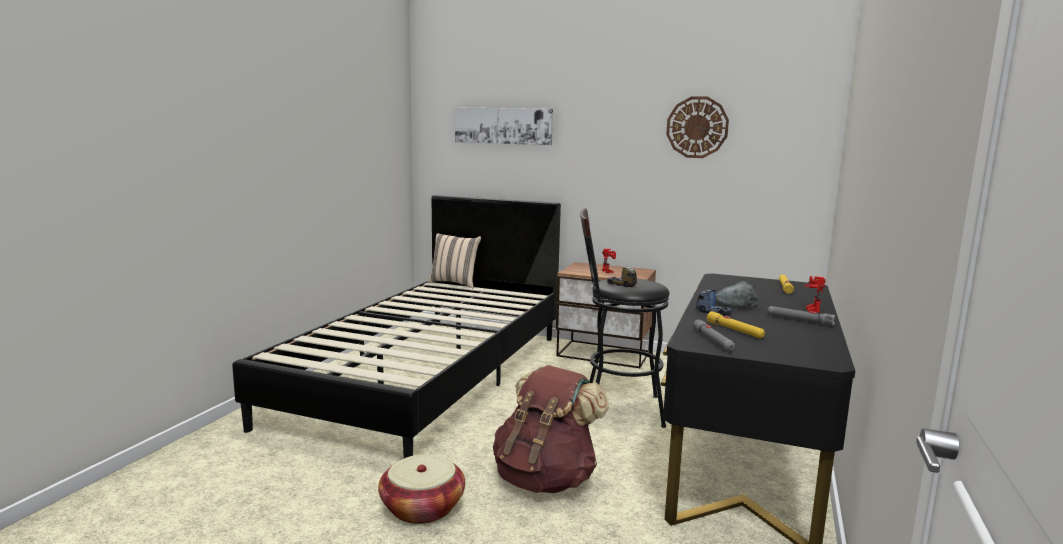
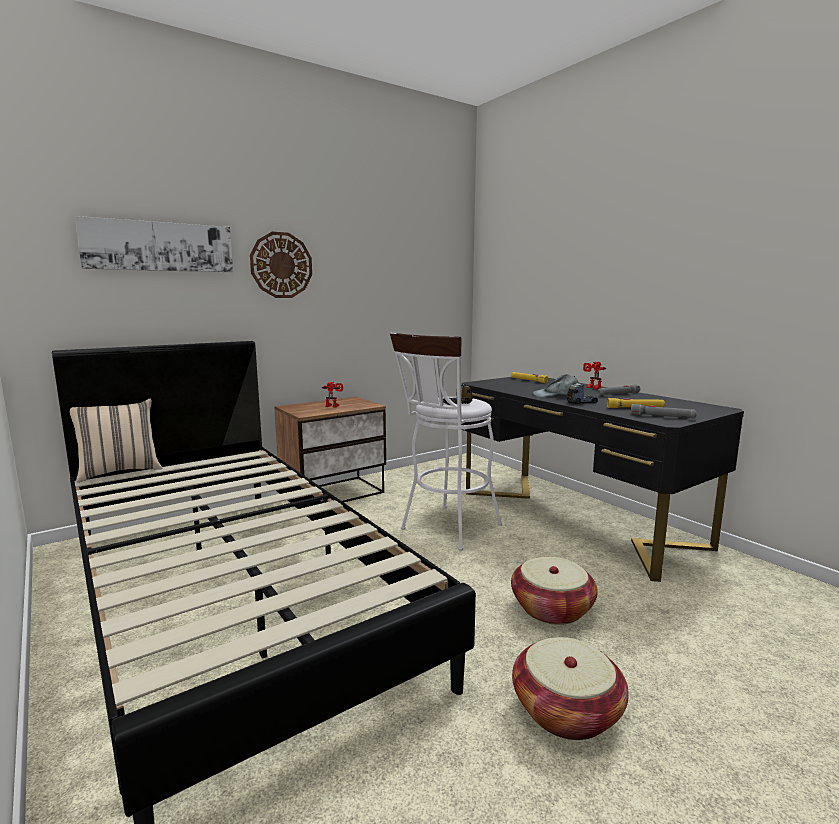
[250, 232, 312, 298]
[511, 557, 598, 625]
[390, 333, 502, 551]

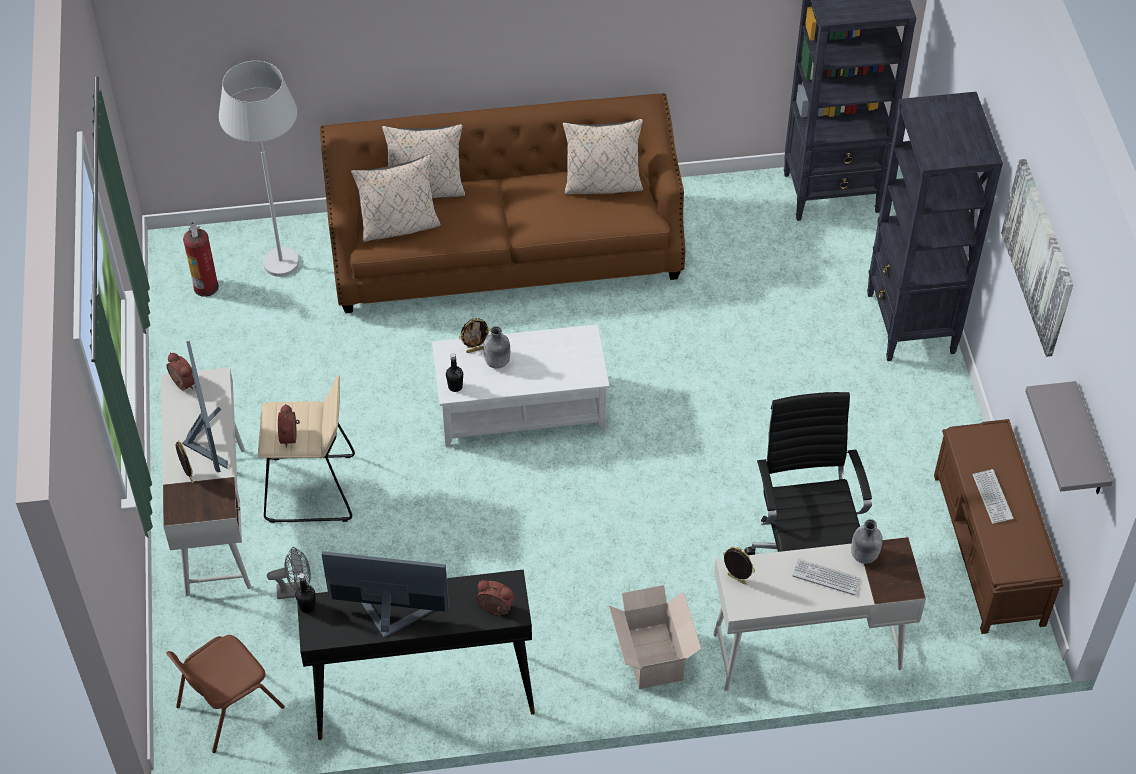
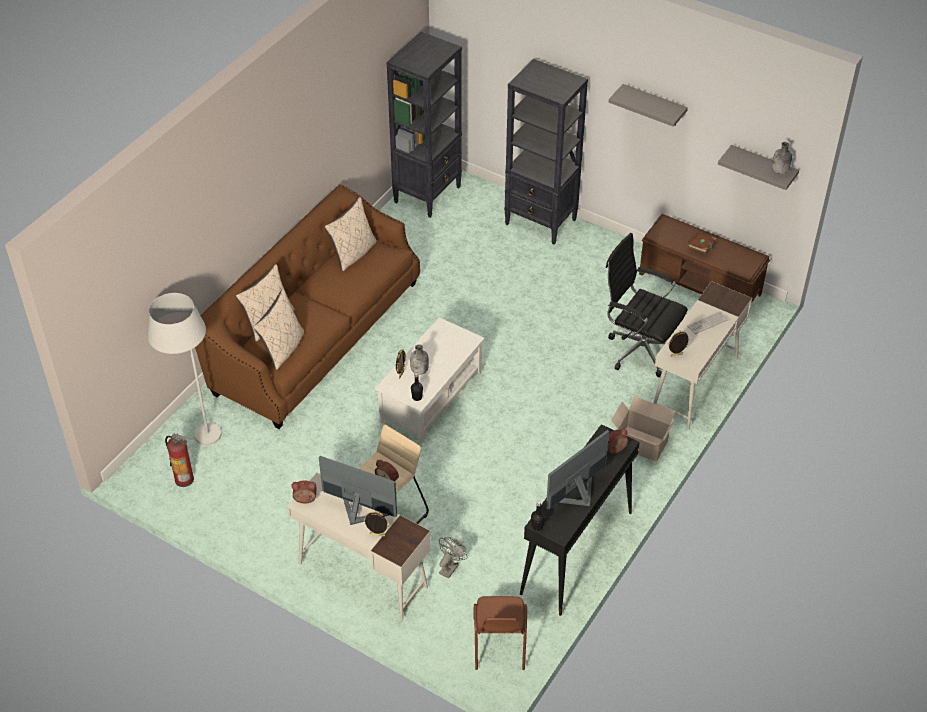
[772, 142, 792, 174]
[686, 232, 717, 254]
[609, 84, 688, 127]

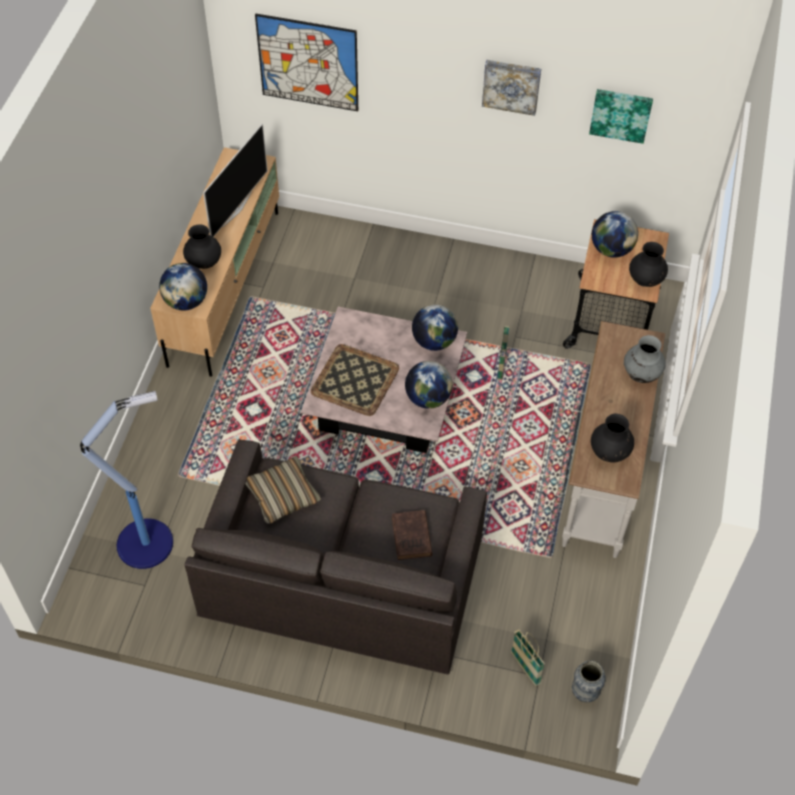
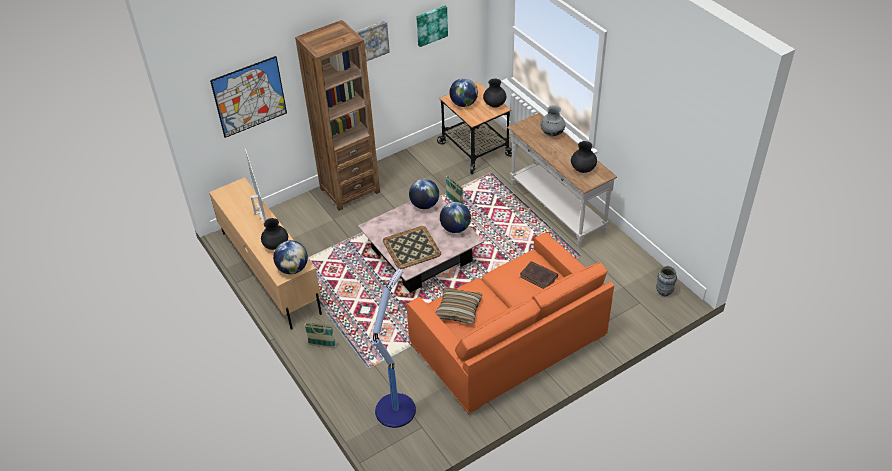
[295, 20, 380, 211]
[304, 315, 336, 348]
[406, 232, 614, 414]

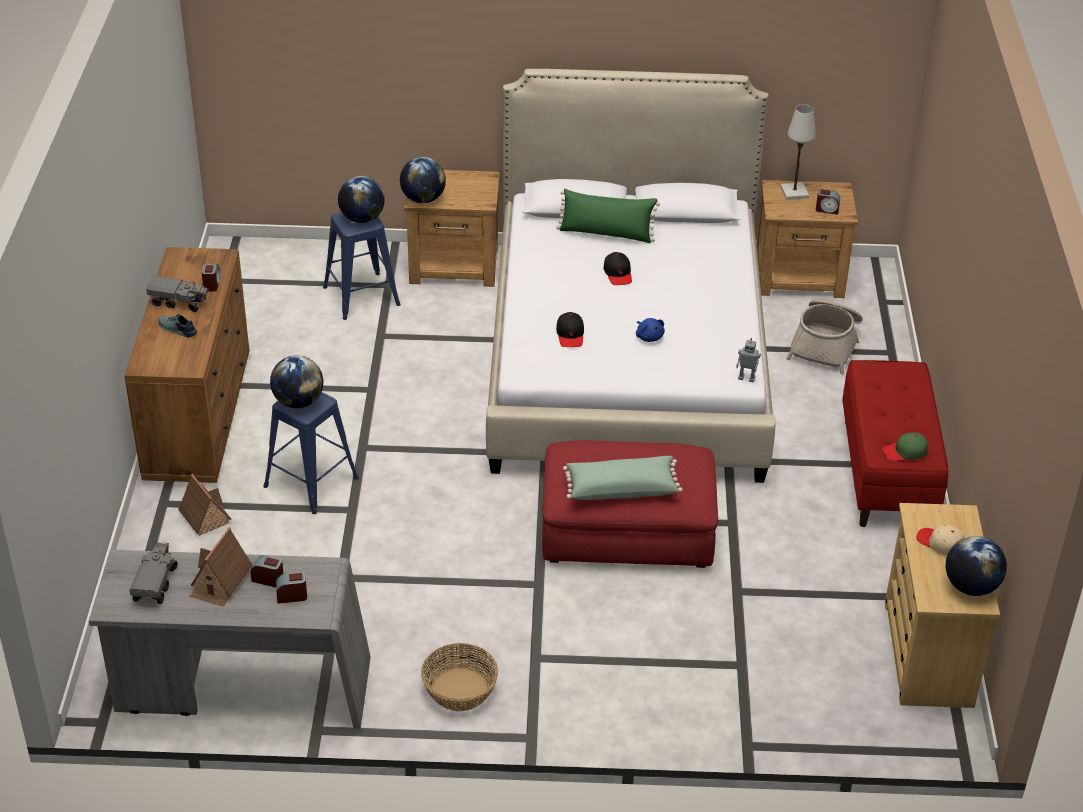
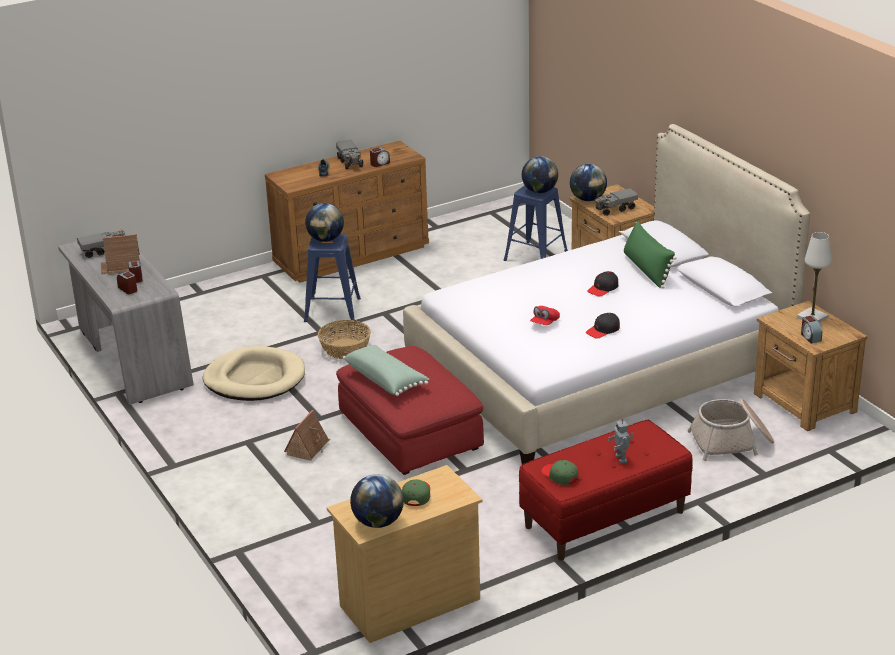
[203, 346, 305, 401]
[594, 188, 638, 216]
[284, 410, 330, 461]
[318, 320, 371, 359]
[586, 313, 620, 339]
[608, 419, 634, 464]
[530, 306, 560, 325]
[402, 479, 430, 506]

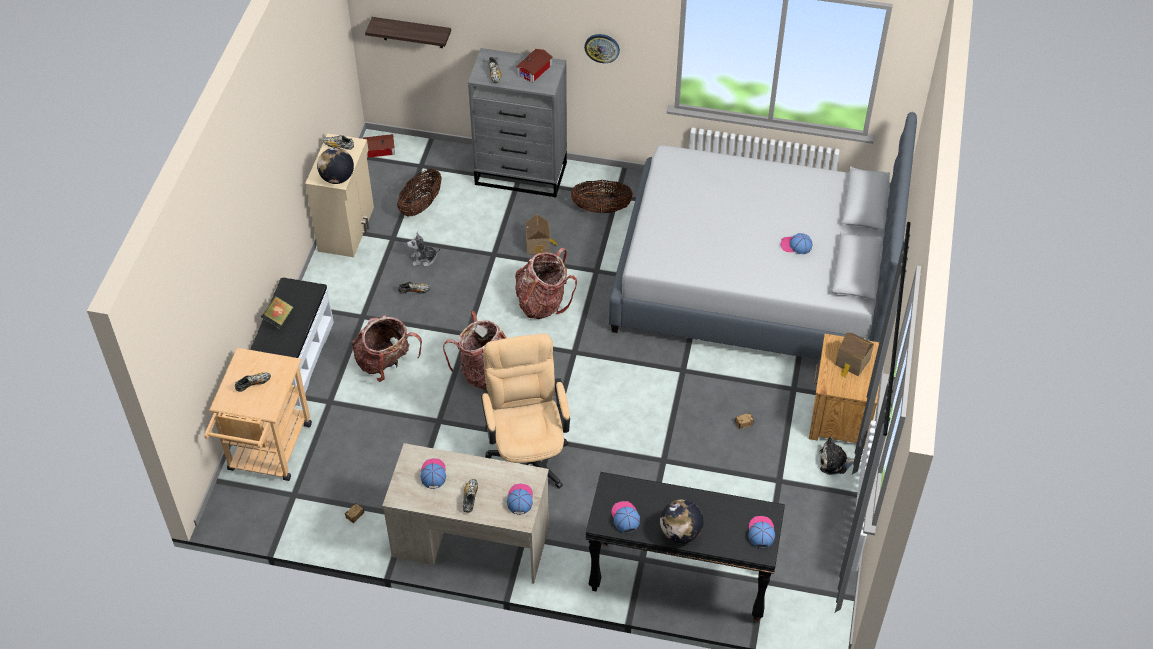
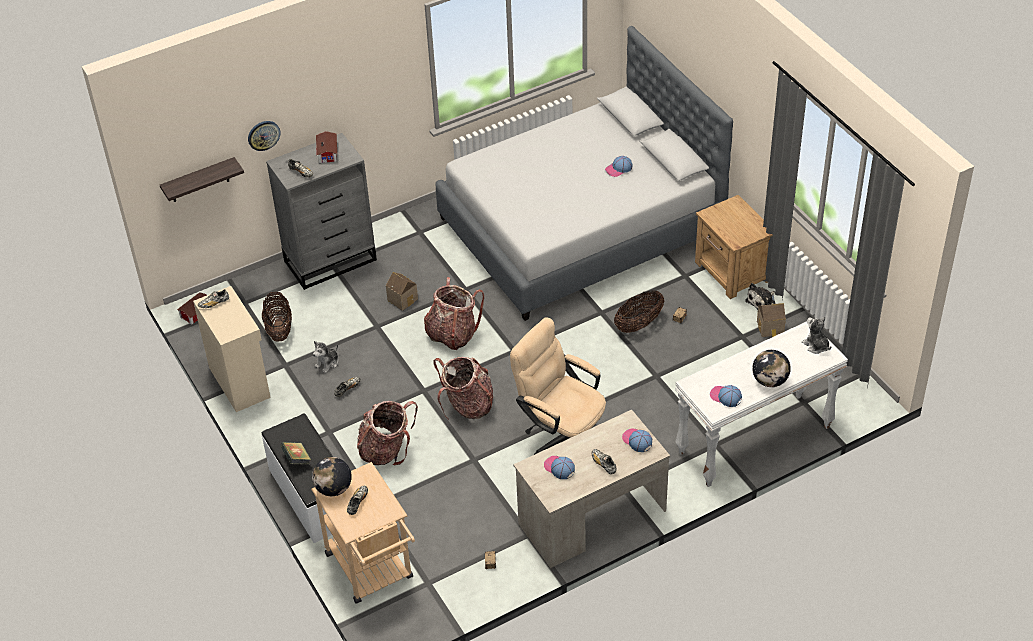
[312, 457, 352, 496]
[614, 290, 664, 333]
[248, 121, 281, 151]
[757, 303, 786, 337]
[802, 317, 831, 354]
[675, 321, 848, 487]

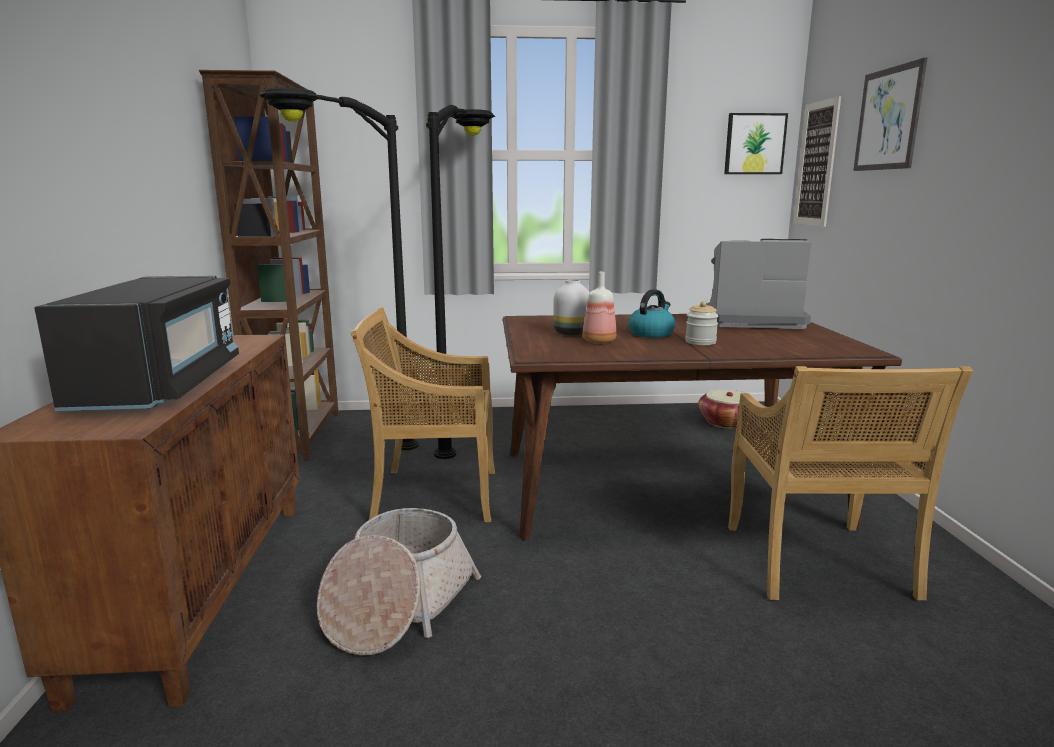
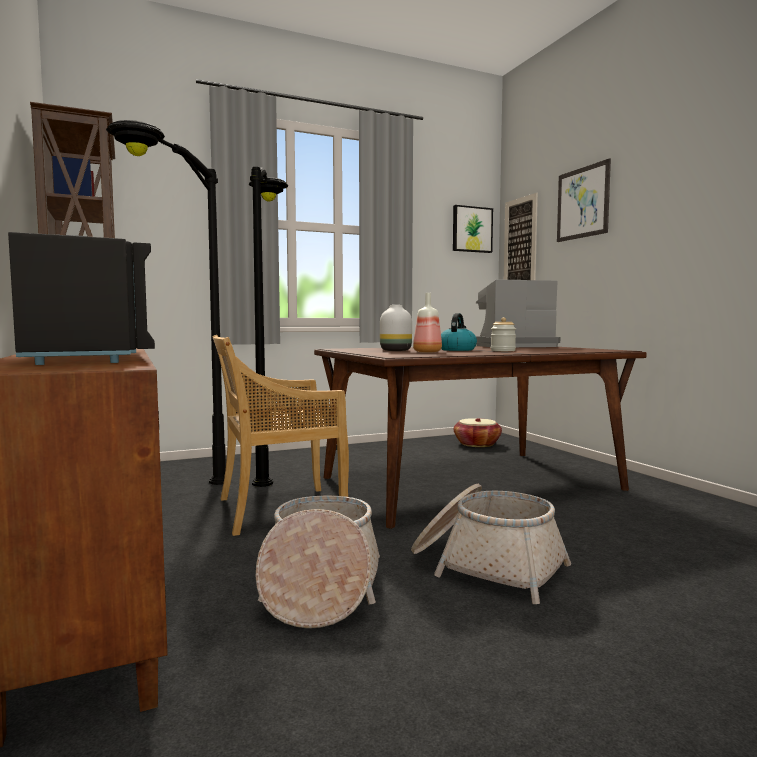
[728, 366, 973, 600] (first image)
[411, 484, 571, 604]

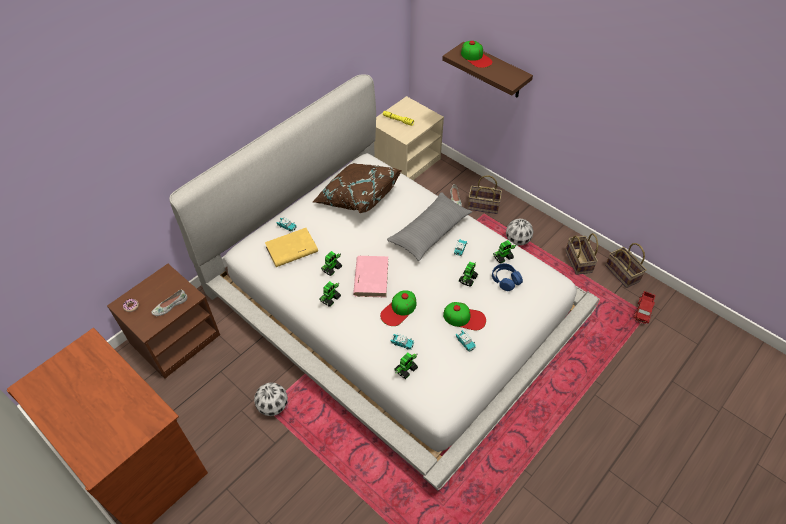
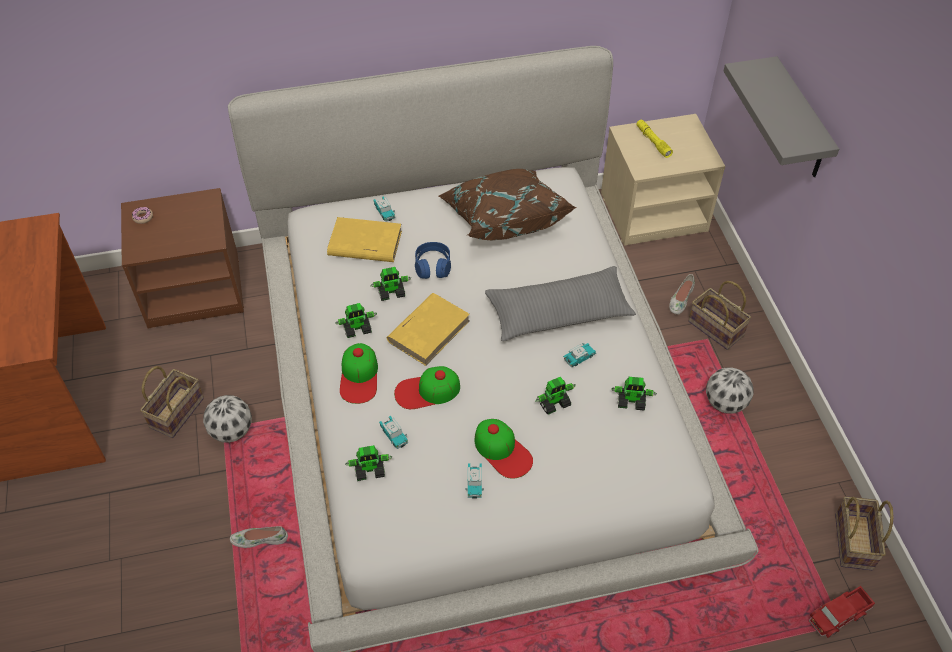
[230, 526, 288, 548]
[340, 343, 378, 404]
[415, 242, 451, 279]
[140, 366, 204, 438]
[387, 293, 470, 366]
[723, 56, 839, 177]

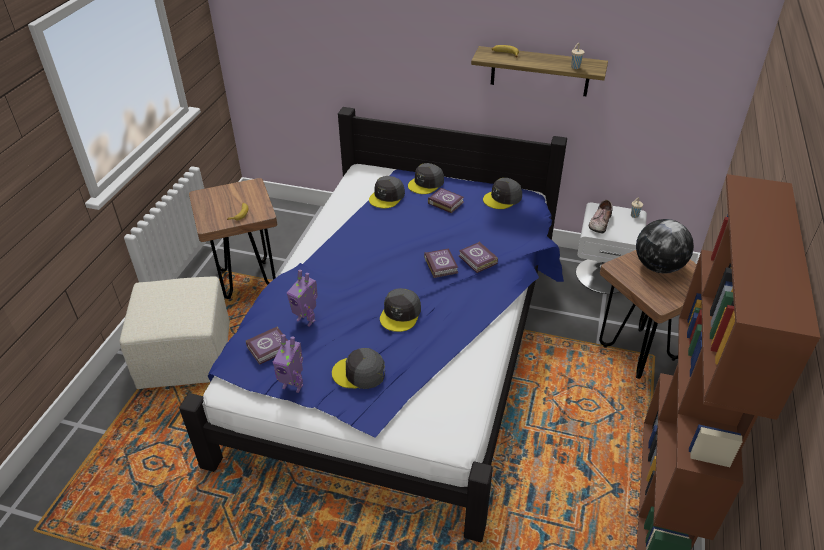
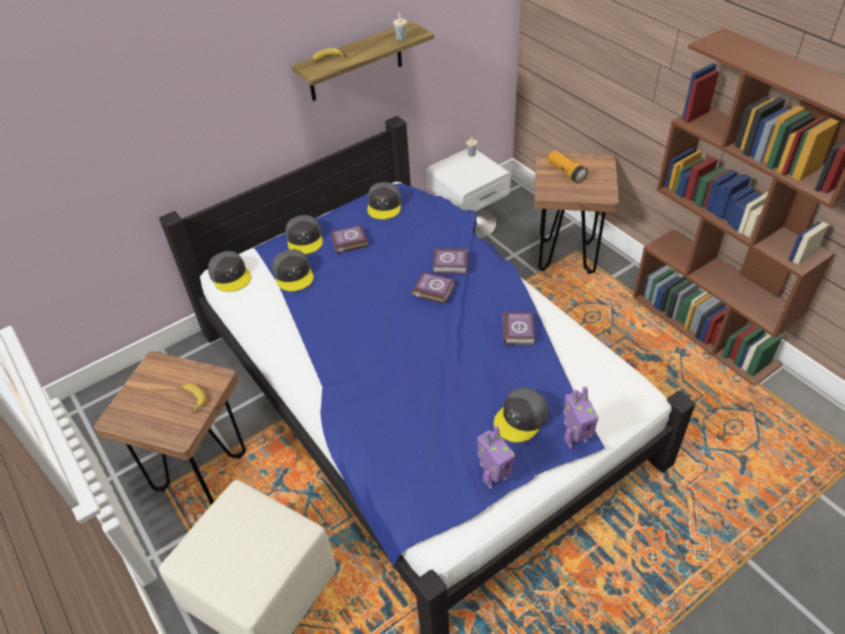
[589, 200, 613, 234] (first image)
[503, 312, 535, 345]
[563, 387, 599, 449]
[208, 251, 251, 292]
[548, 150, 588, 183]

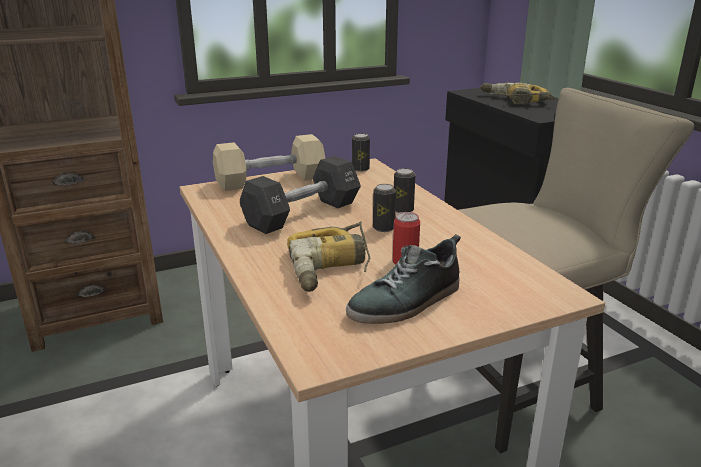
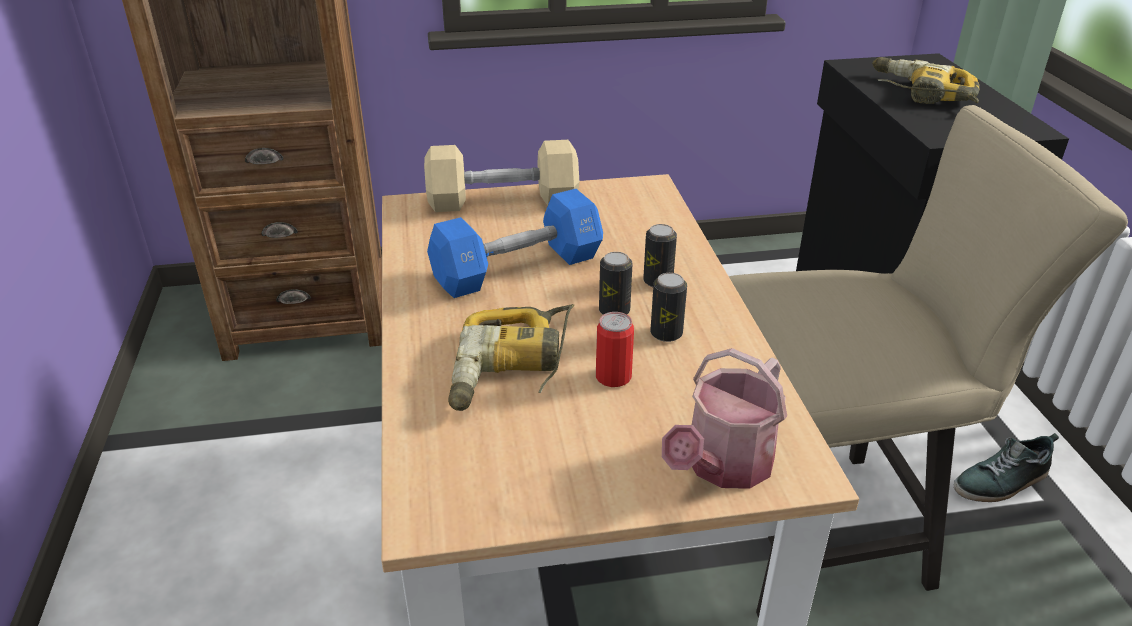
[662, 348, 787, 489]
[954, 433, 1059, 502]
[650, 273, 687, 342]
[427, 189, 603, 298]

